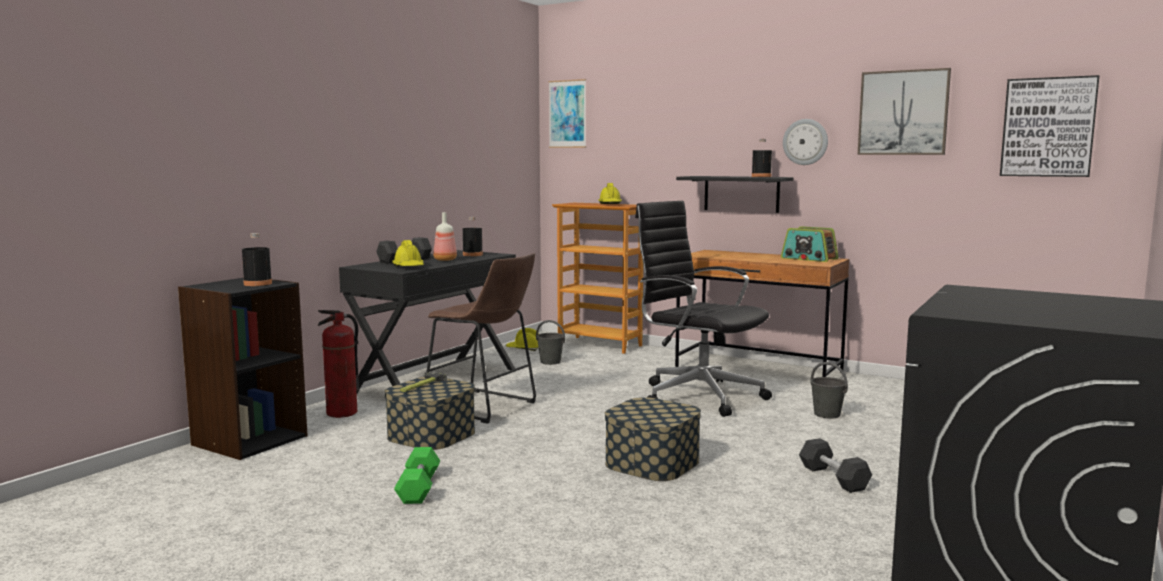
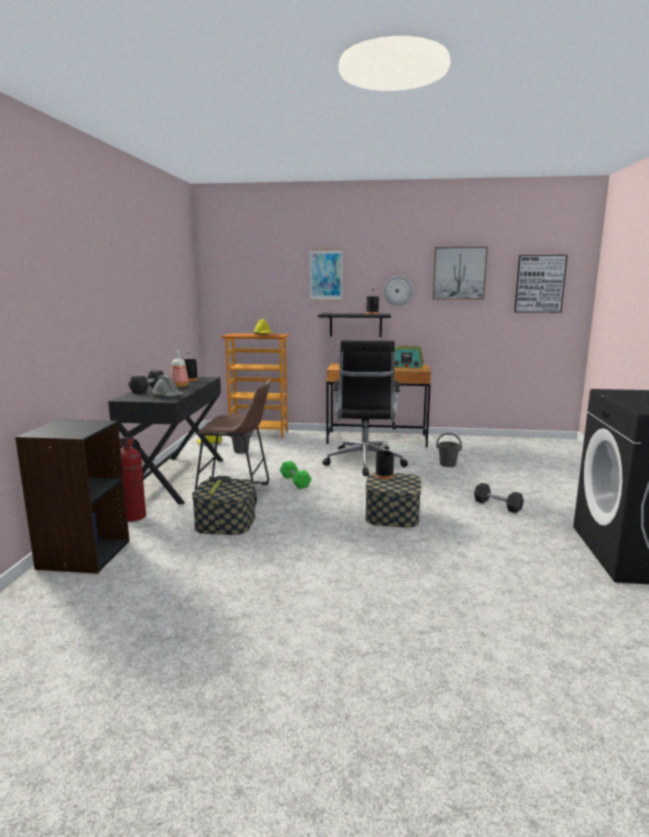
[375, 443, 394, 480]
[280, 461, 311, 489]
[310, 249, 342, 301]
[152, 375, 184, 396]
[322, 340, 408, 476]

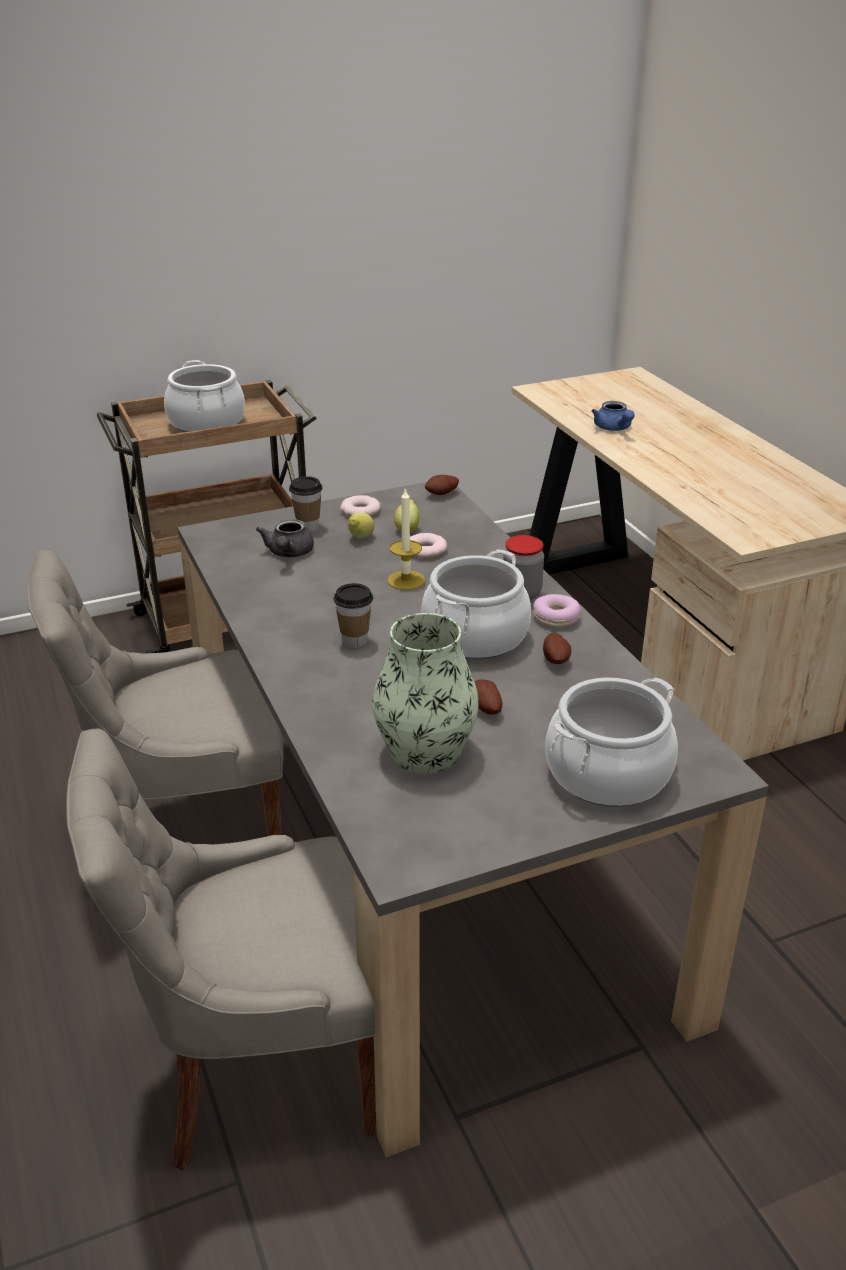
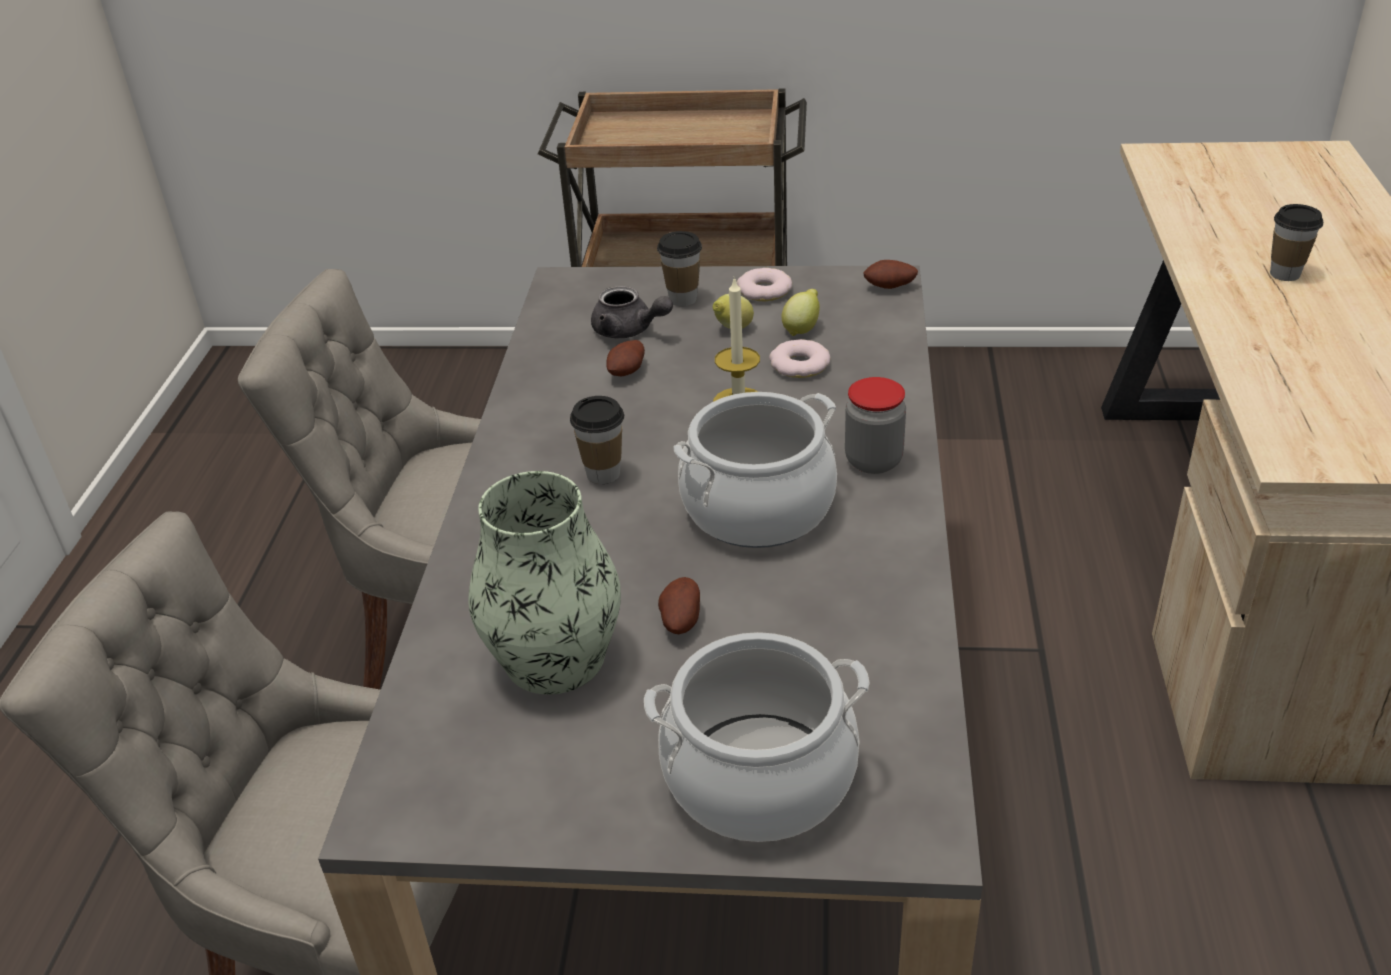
[164, 360, 245, 432] (first image)
[533, 594, 581, 627] (first image)
[591, 401, 635, 431] (first image)
[1270, 204, 1323, 281]
[606, 340, 645, 377]
[591, 286, 673, 338]

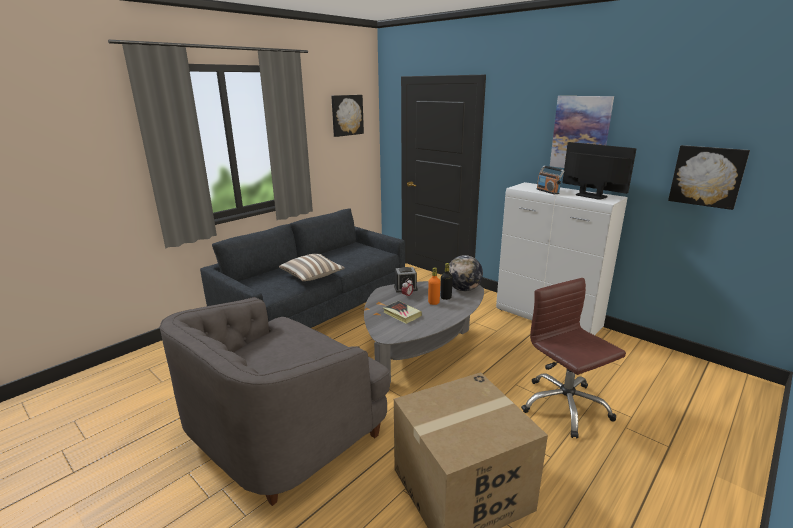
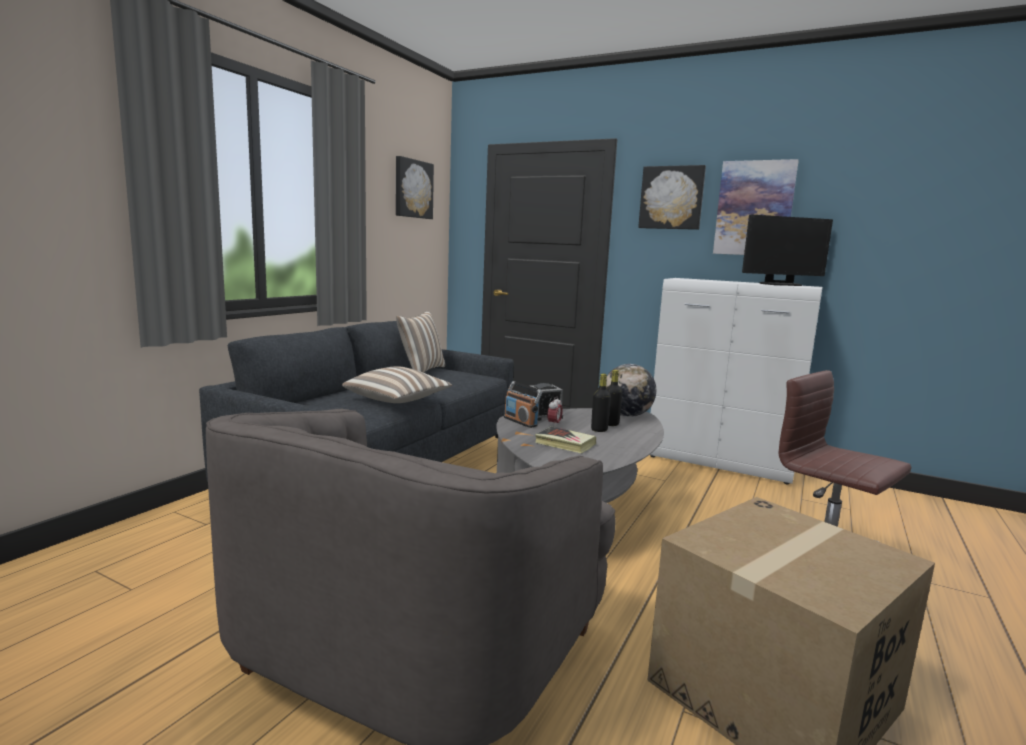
[396, 311, 445, 373]
[504, 381, 543, 428]
[638, 165, 706, 230]
[591, 374, 611, 432]
[742, 215, 833, 286]

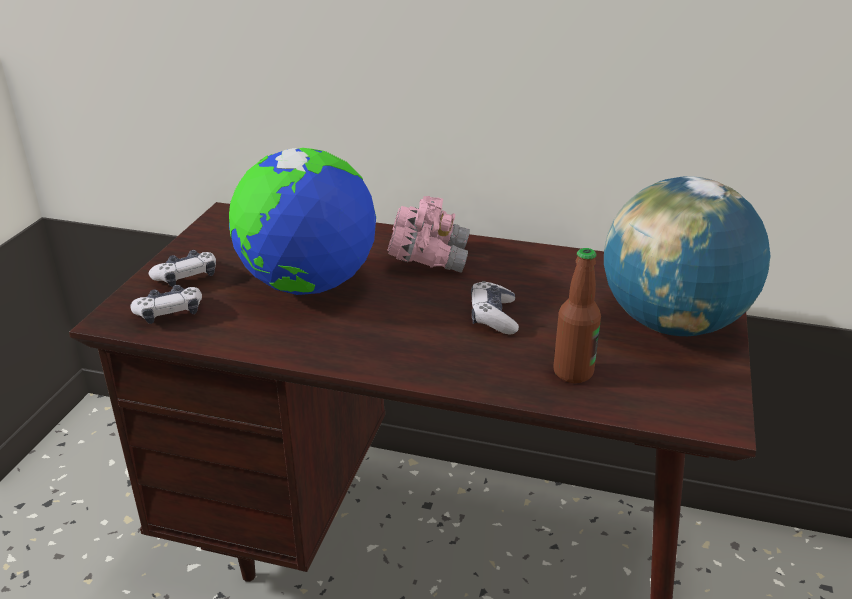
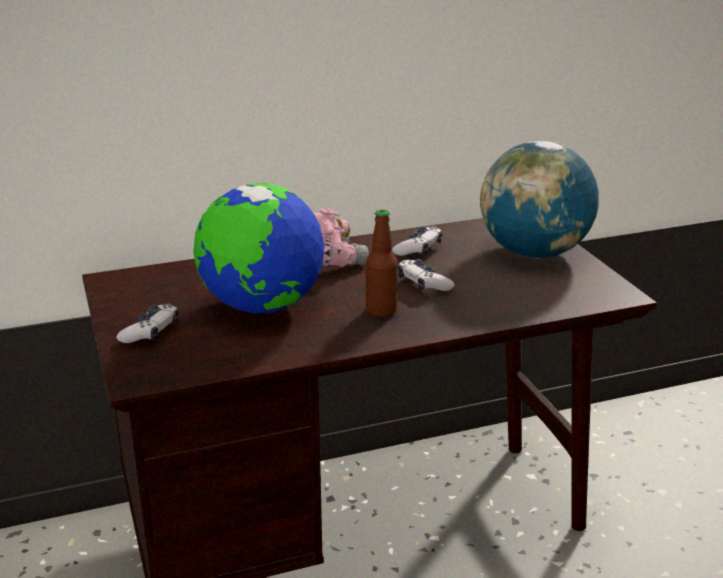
[392, 226, 442, 256]
[366, 209, 398, 317]

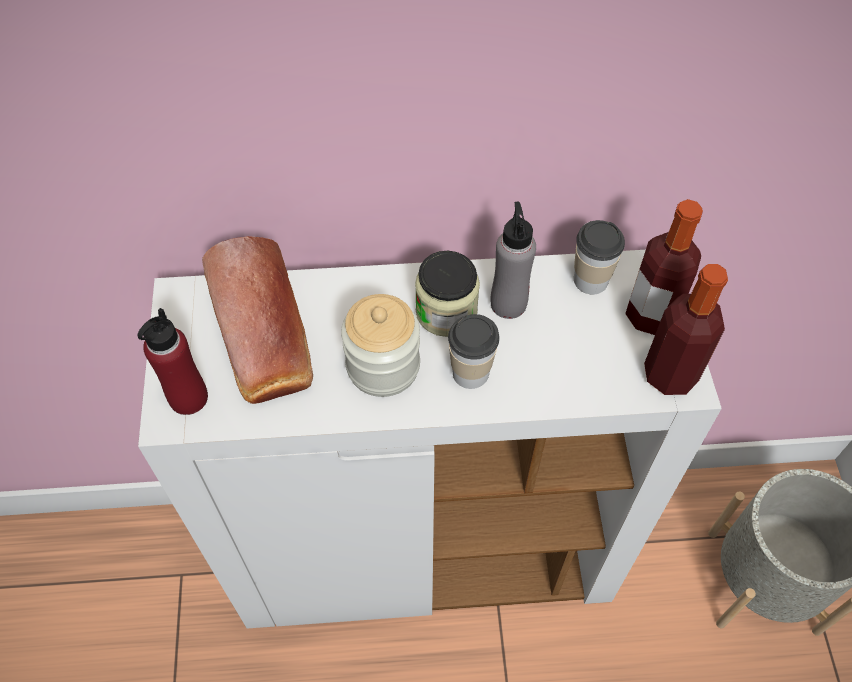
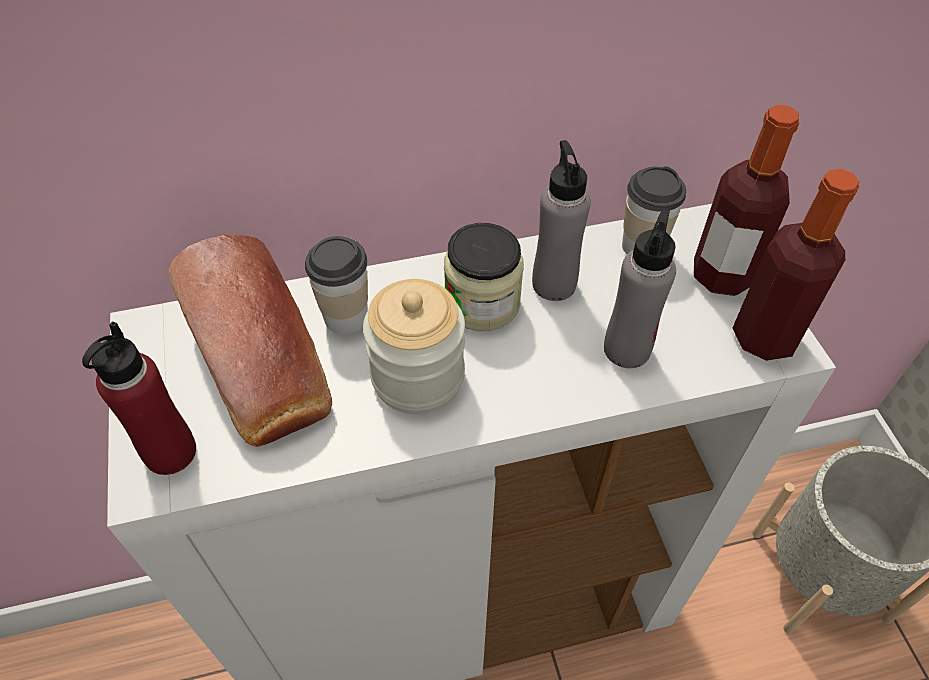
[604, 207, 676, 368]
[305, 236, 368, 334]

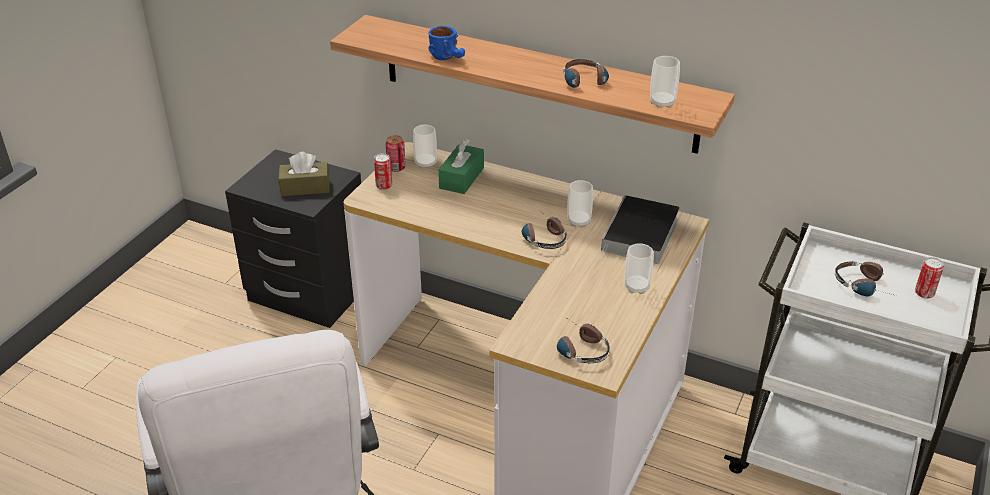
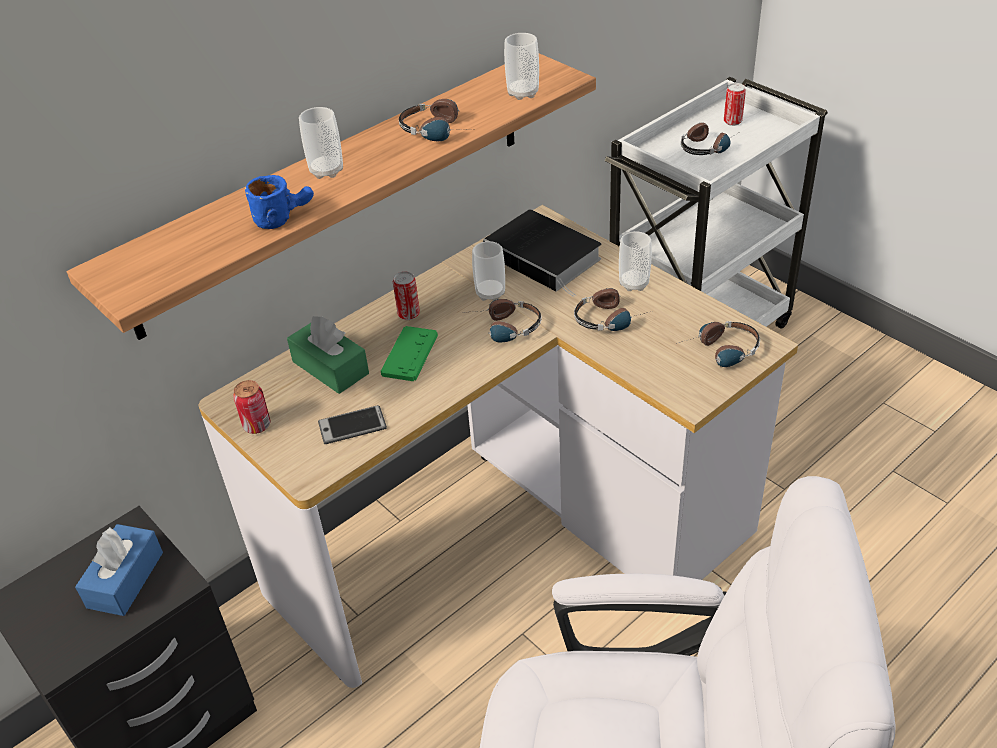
[318, 405, 387, 444]
[381, 326, 438, 381]
[574, 288, 653, 331]
[393, 271, 420, 320]
[299, 107, 343, 179]
[75, 524, 163, 616]

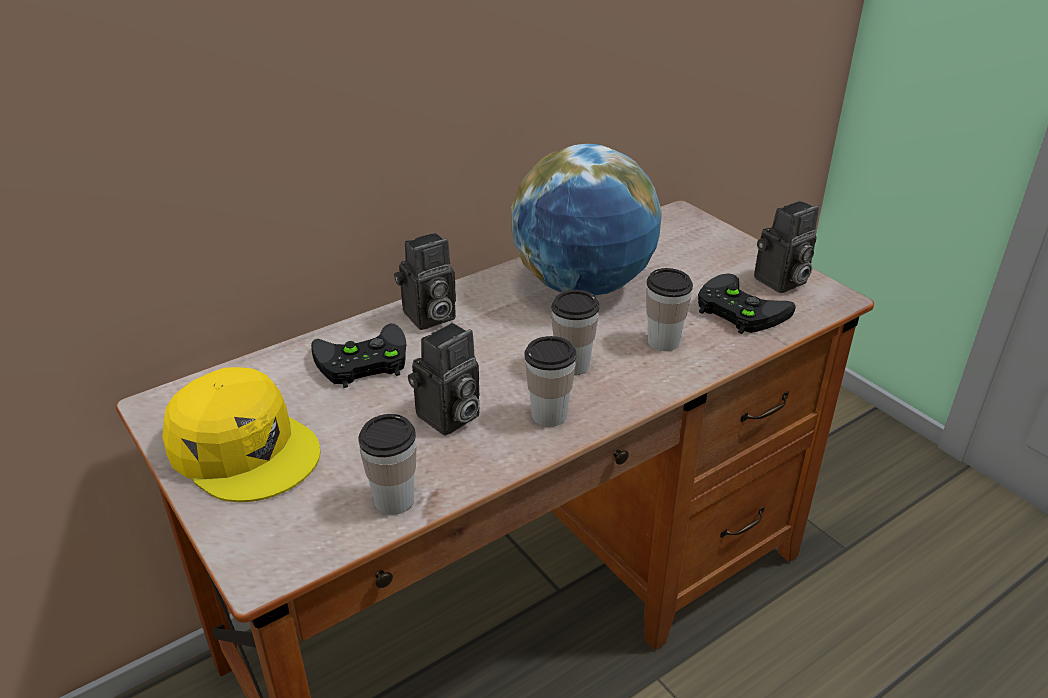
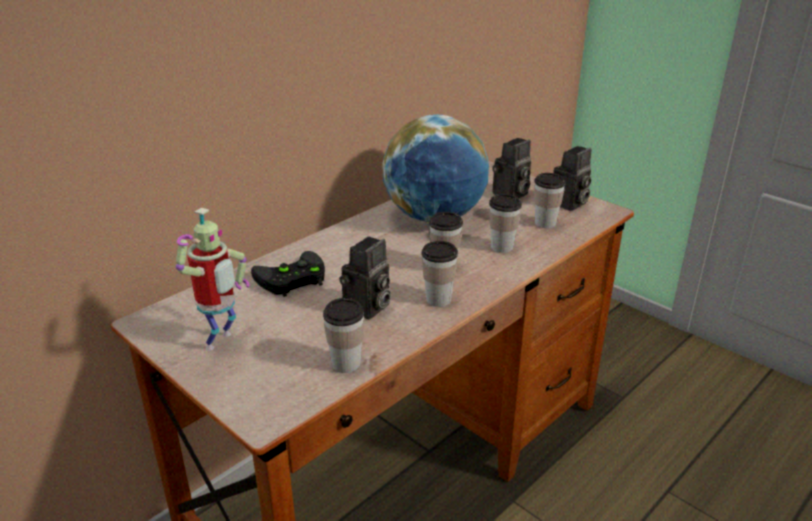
[492, 138, 531, 198]
[176, 208, 249, 351]
[534, 173, 566, 228]

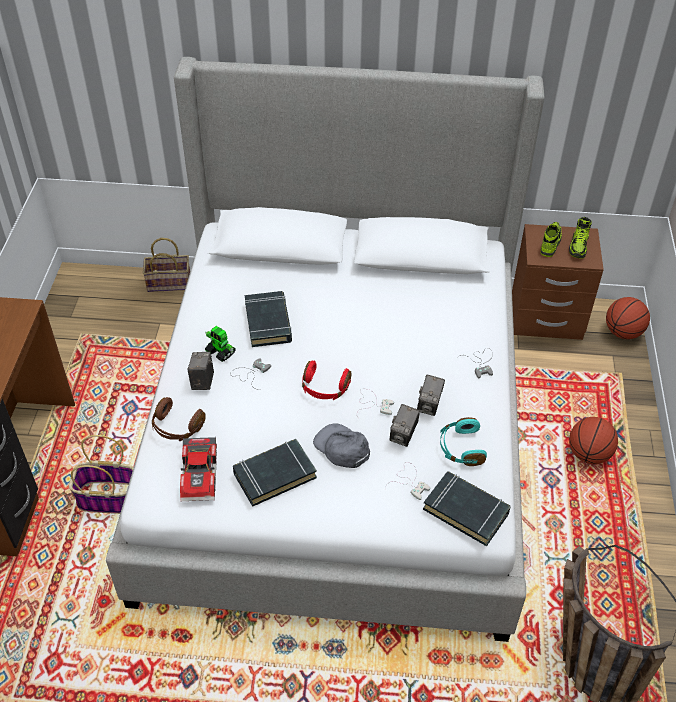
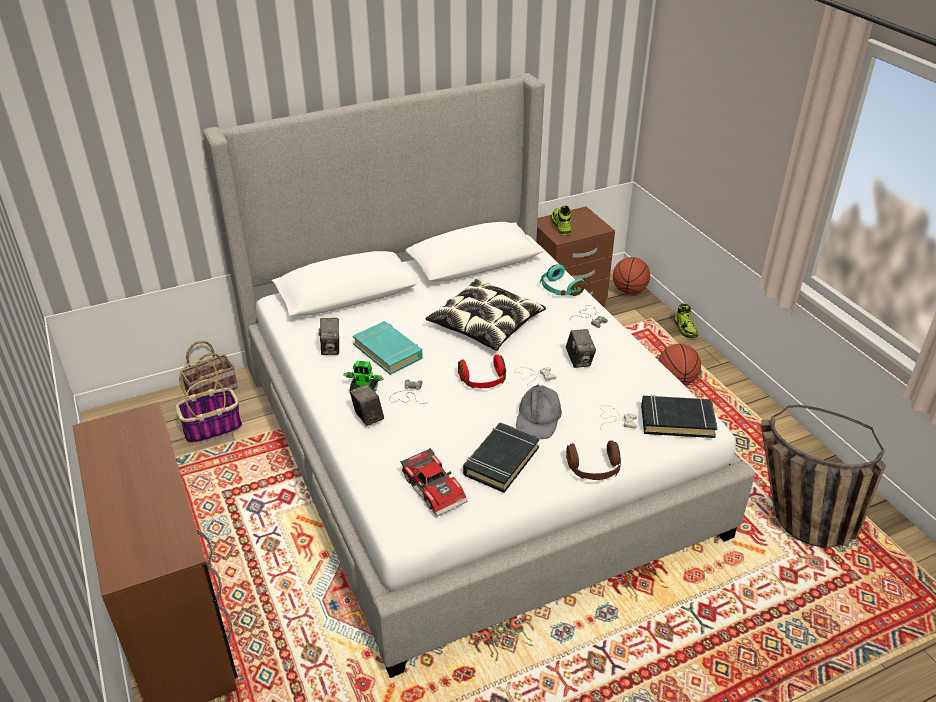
[426, 279, 546, 351]
[176, 360, 242, 444]
[566, 440, 621, 480]
[318, 318, 339, 355]
[540, 265, 585, 296]
[674, 304, 698, 338]
[353, 321, 423, 375]
[516, 385, 562, 439]

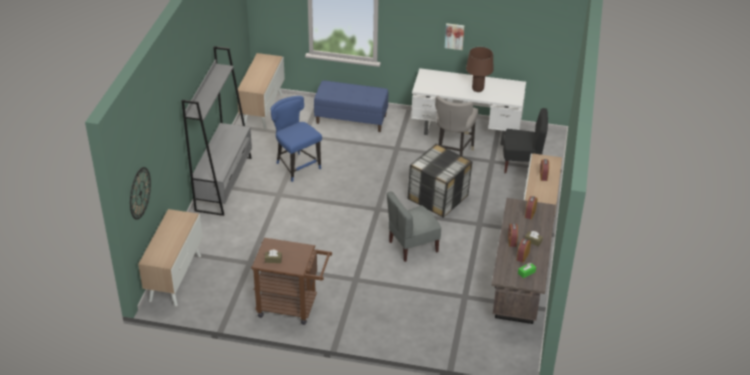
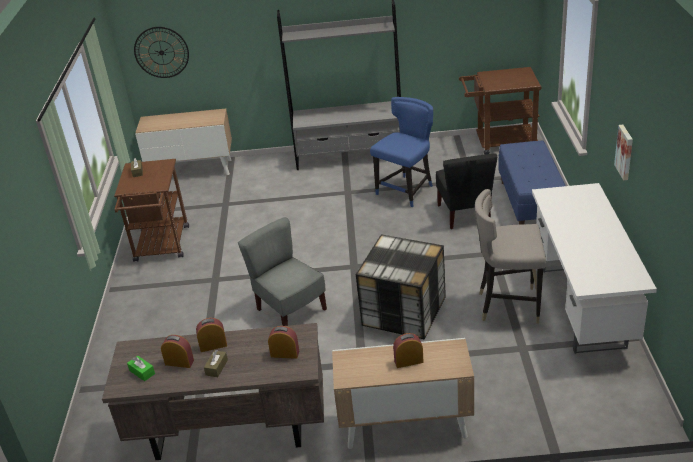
[466, 47, 493, 92] (first image)
[436, 153, 497, 229]
[459, 67, 542, 154]

